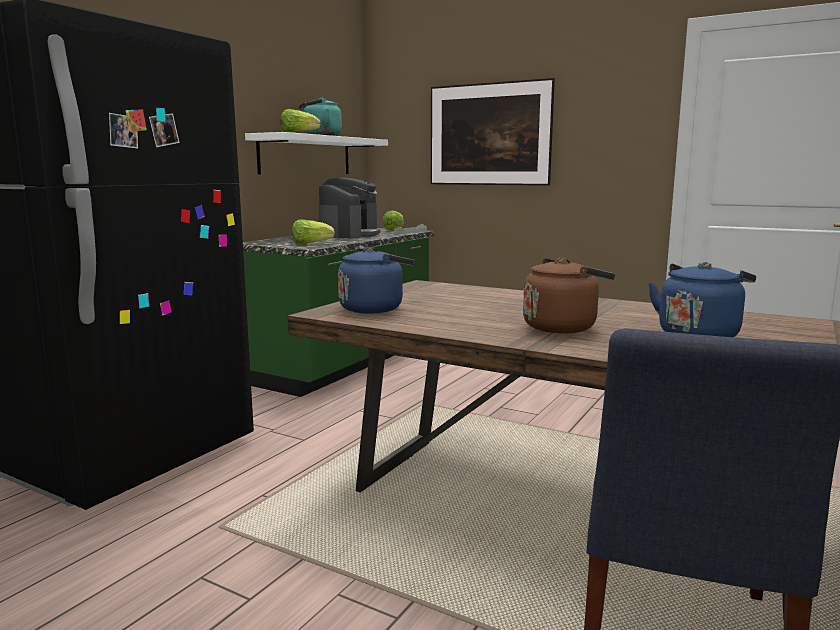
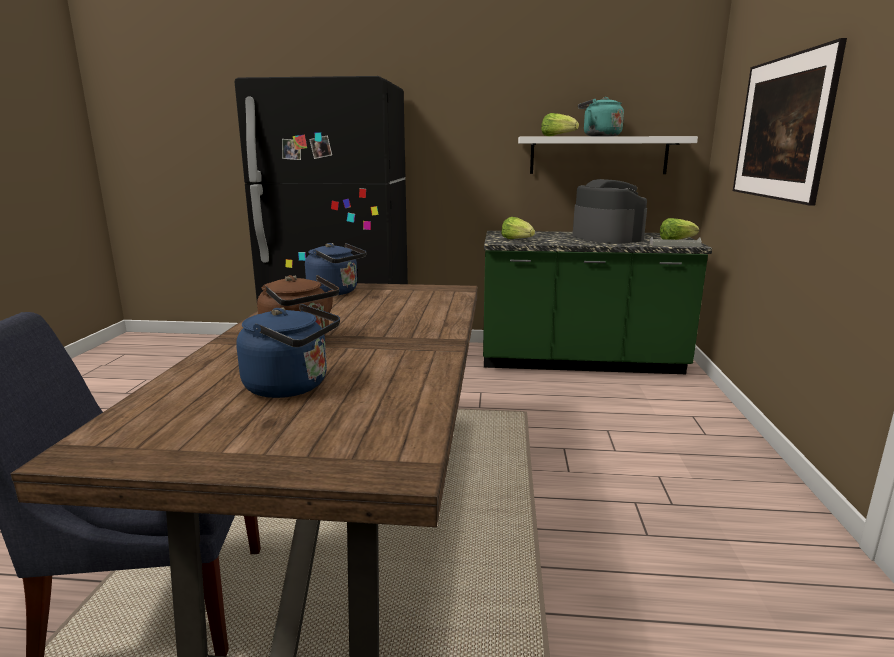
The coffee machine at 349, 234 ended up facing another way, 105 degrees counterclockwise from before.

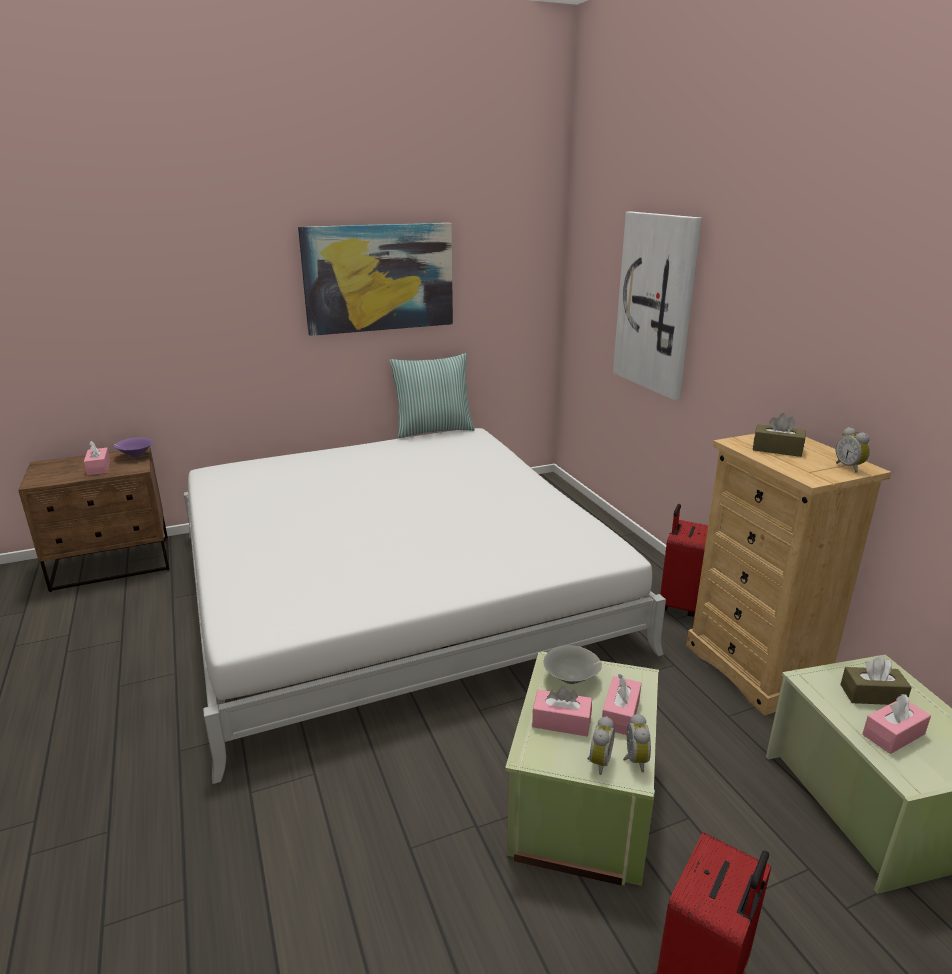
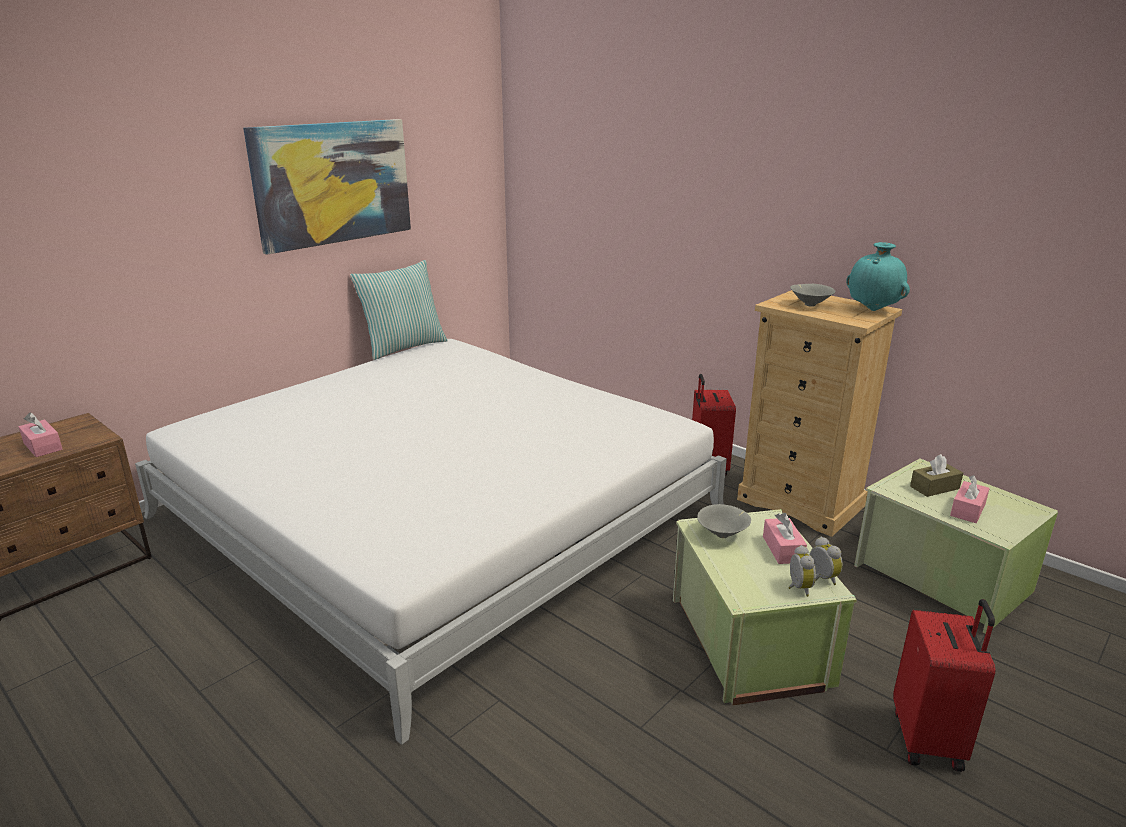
The second view lost the bowl (purple) at 135, 456.
The second view lost the tissue box (pink) at 561, 722.
The second view lost the picture at 656, 303.
Where the tissue box (brown) stood at 777, 449, the bowl (grey) came to stand at 809, 305.
Where the alarm clock stood at 849, 467, the vase (turquoise) came to stand at 873, 310.

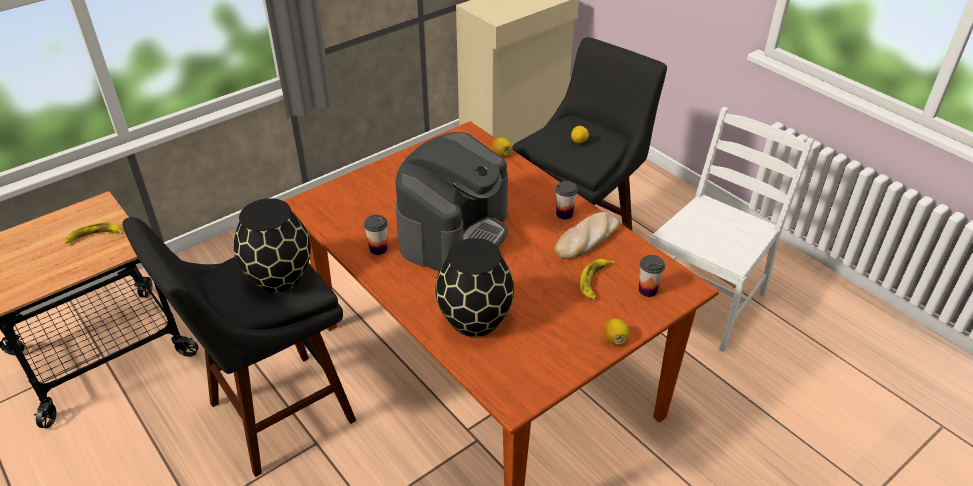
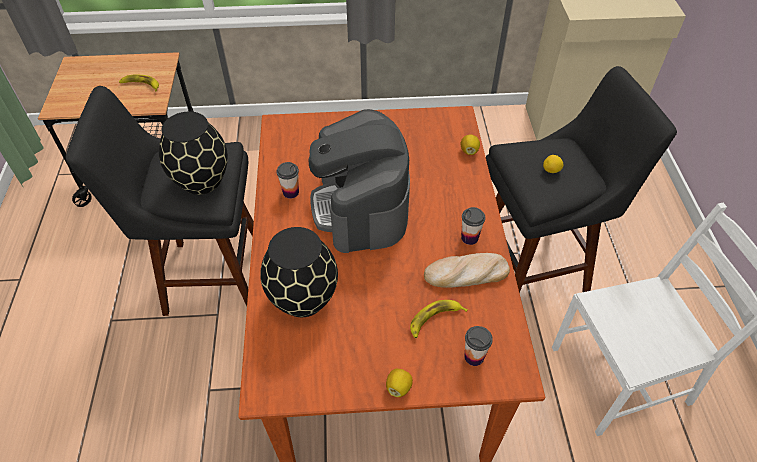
The coffee machine at 454, 232 ended up facing another way, 105 degrees clockwise from before.

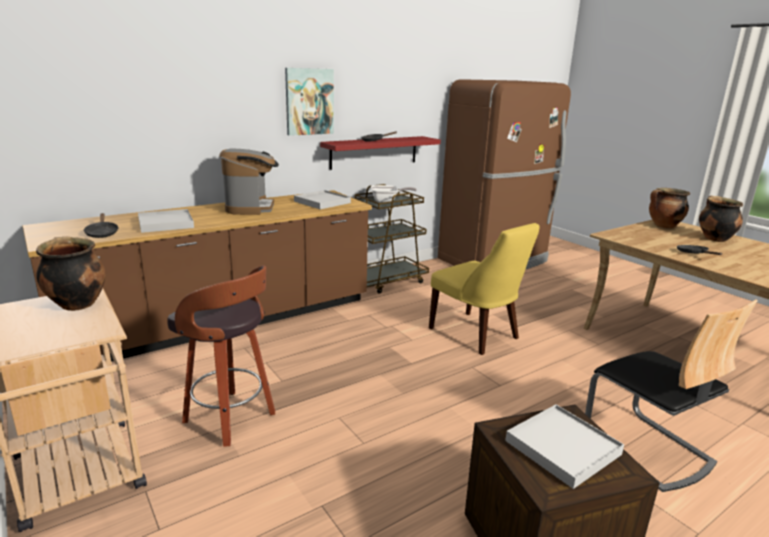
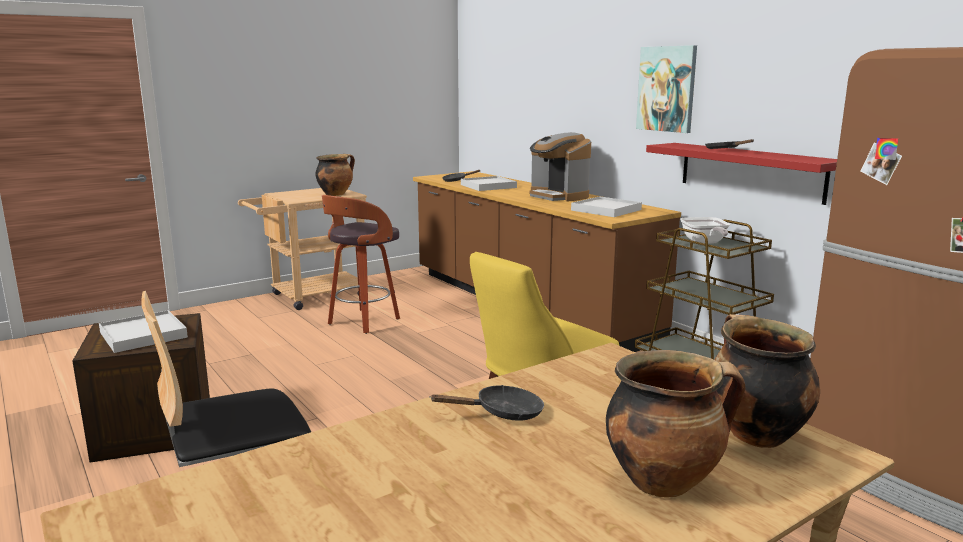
The coffee machine at 250, 208 ended up facing another way, 60 degrees clockwise from before.

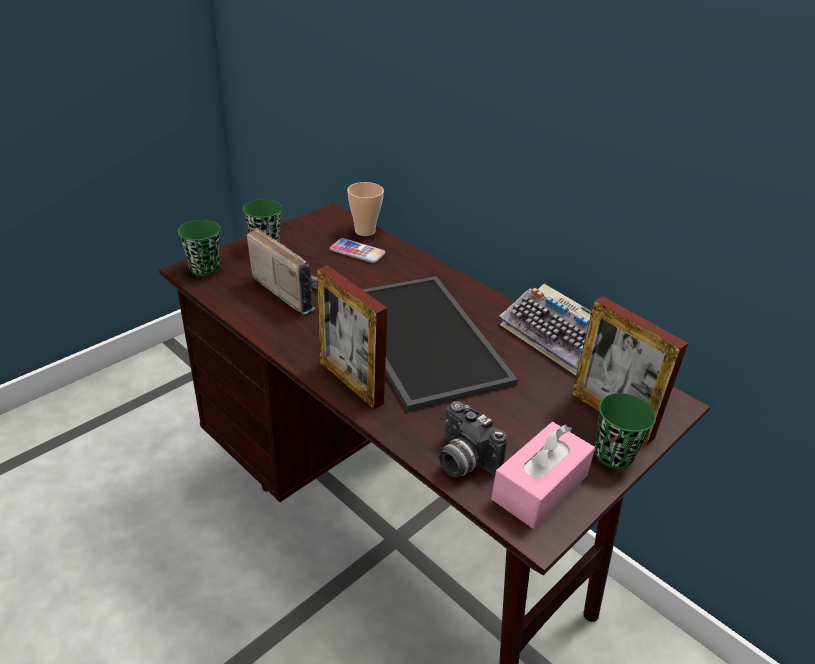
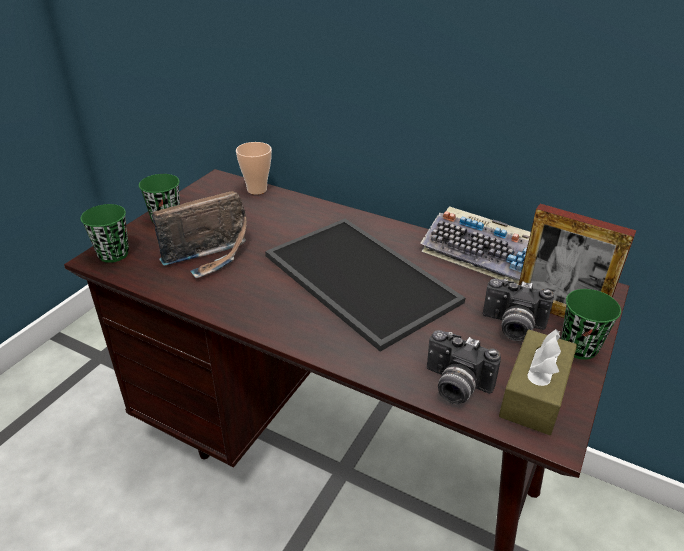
The second view lost the picture frame at 351, 382.
The second view lost the phone at 357, 252.
The second view gained the photo camera at 512, 327.
What was the tissue box (pink) at 540, 487 turned into the tissue box (brown) at 534, 394.
The radio at 291, 289 ended up facing another way, 120 degrees clockwise from before.

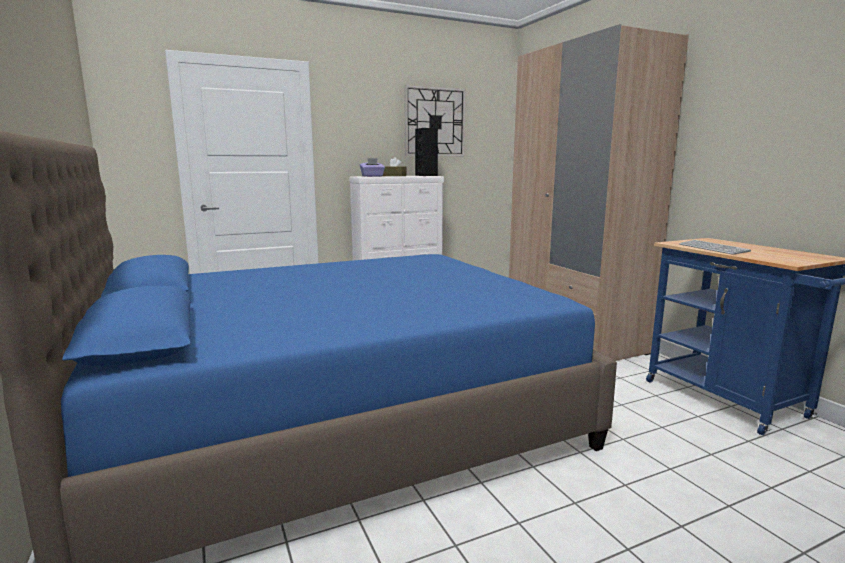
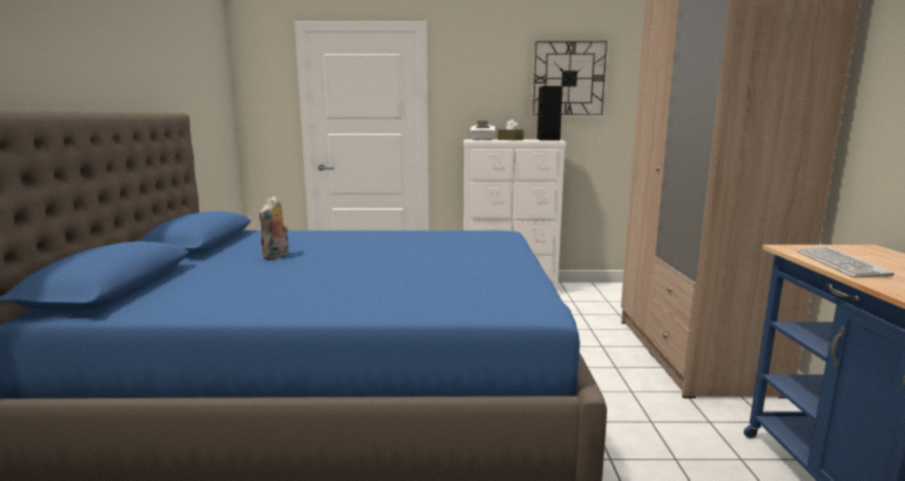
The second view gained the plush toy at 276, 256.
What was the tissue box (purple) at 372, 176 turned into the tissue box (white) at 482, 140.

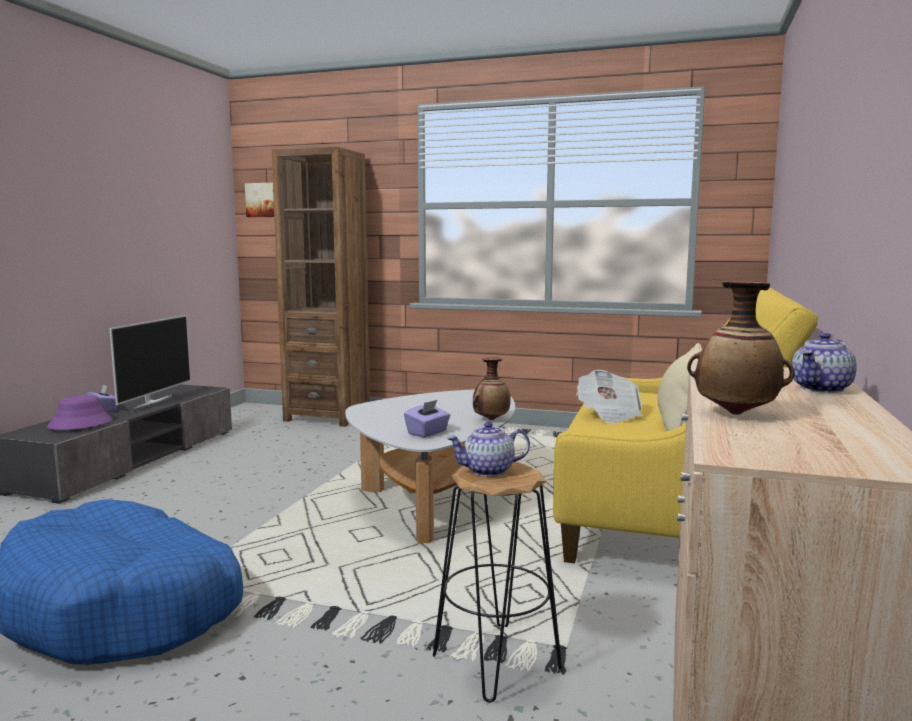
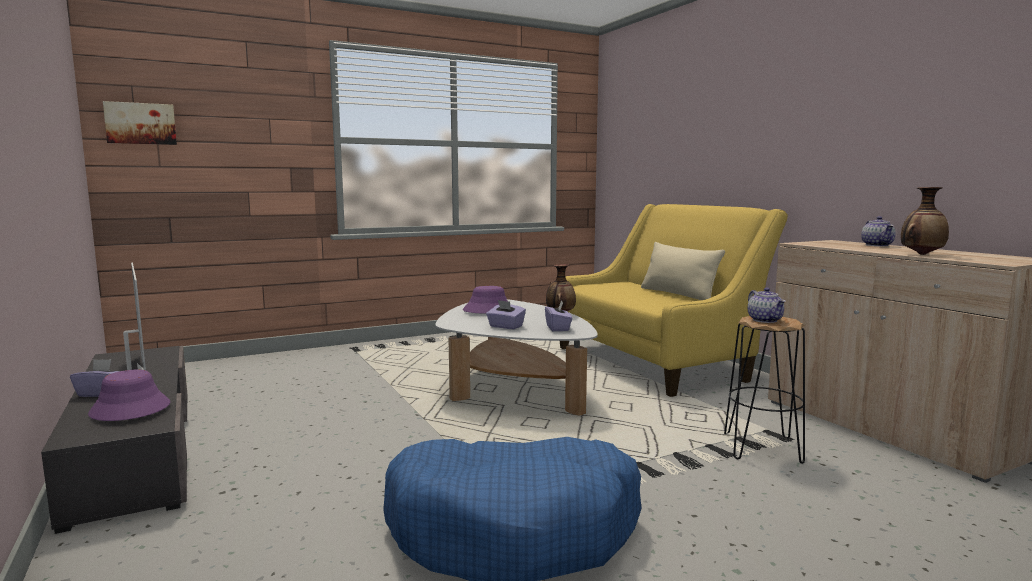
The second view lost the bookcase (brown) at 327, 417.
The second view lost the newspaper at 608, 415.
The second view gained the hat (purple) at 488, 310.
The second view gained the tissue box (purple) at 505, 326.
The teapot at 488, 471 ended up facing another way, 45 degrees counterclockwise from before.

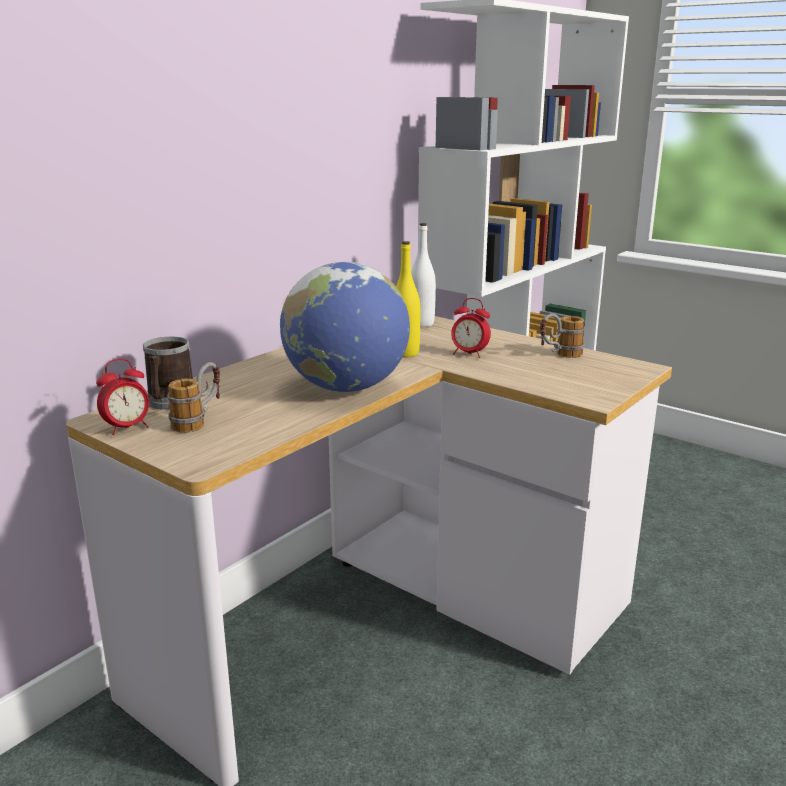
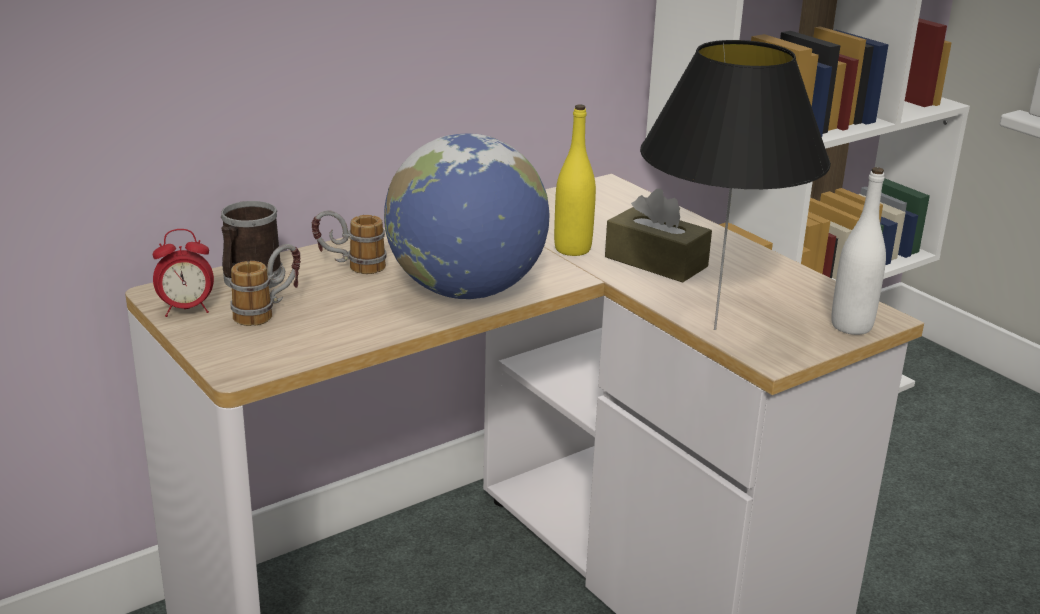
The second view gained the table lamp (black) at 715, 329.
The bottle (white) ended up elsewhere, having gone from 421, 324 to 851, 326.
The mug ended up elsewhere, having gone from 559, 355 to 350, 268.
Where the alarm clock stood at 469, 354, the tissue box (brown) came to stand at 656, 262.

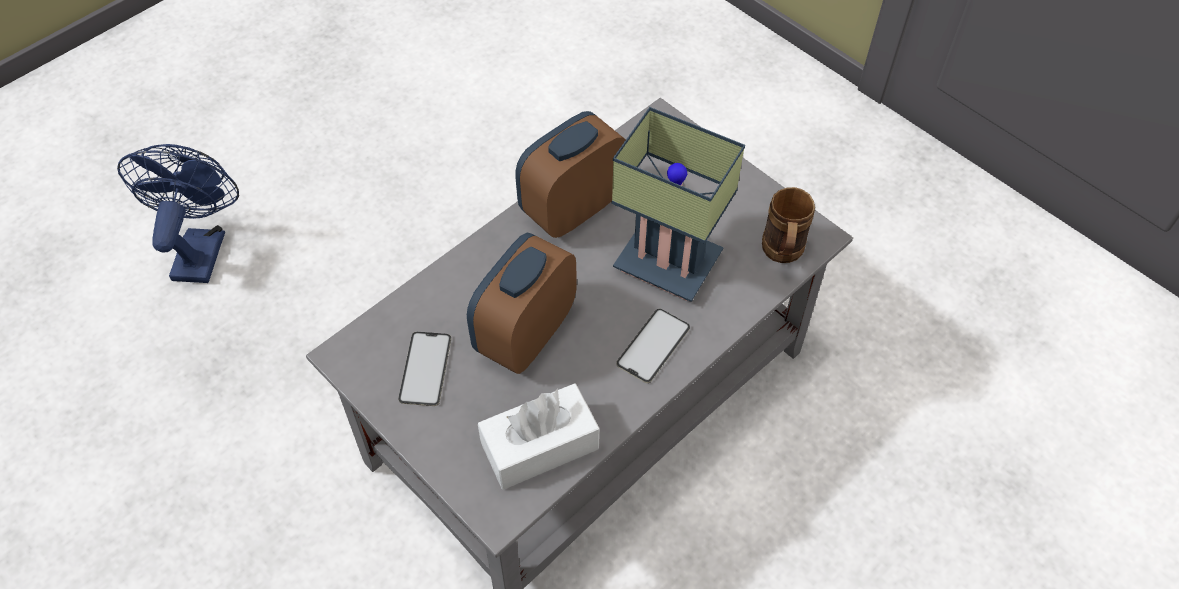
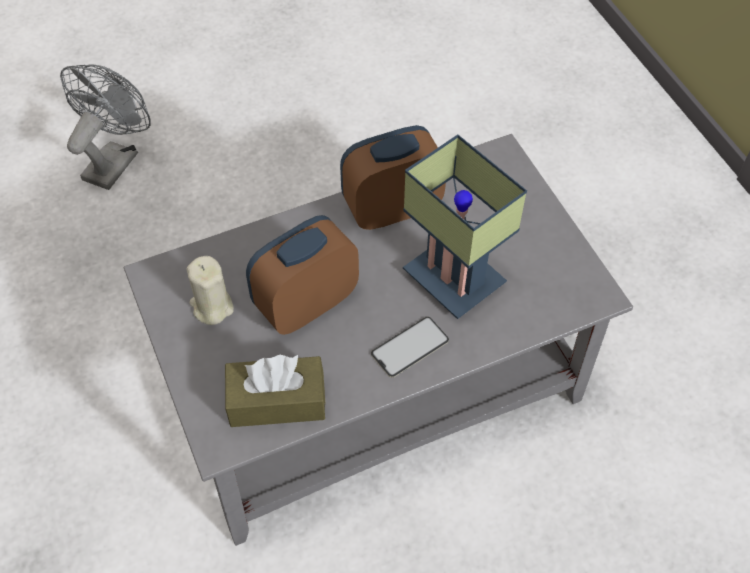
The second view lost the mug (brown) at 781, 255.
Where the phone stood at 425, 369, the candle (beige) came to stand at 212, 307.
What was the fan (blue) at 201, 248 turned into the fan (grey) at 115, 160.
What was the tissue box (white) at 540, 446 turned into the tissue box (brown) at 277, 401.

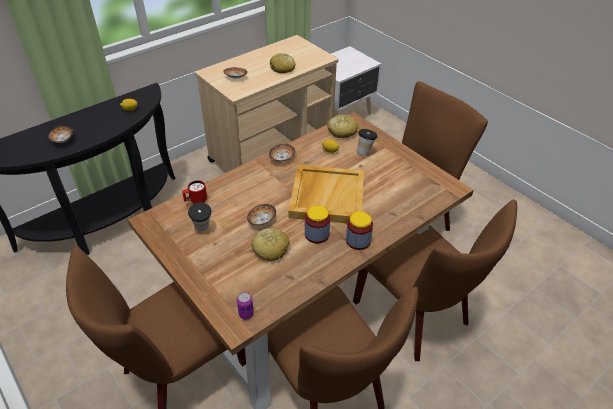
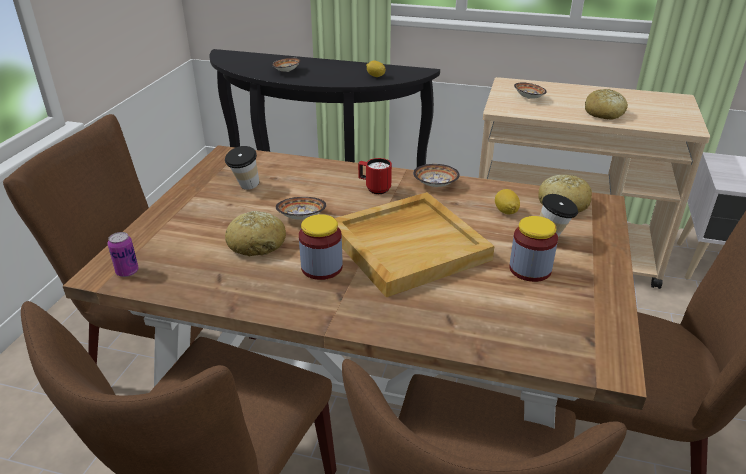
The mug (red) ended up elsewhere, having gone from 196, 201 to 374, 188.
The jar ended up elsewhere, having gone from 358, 241 to 530, 269.

